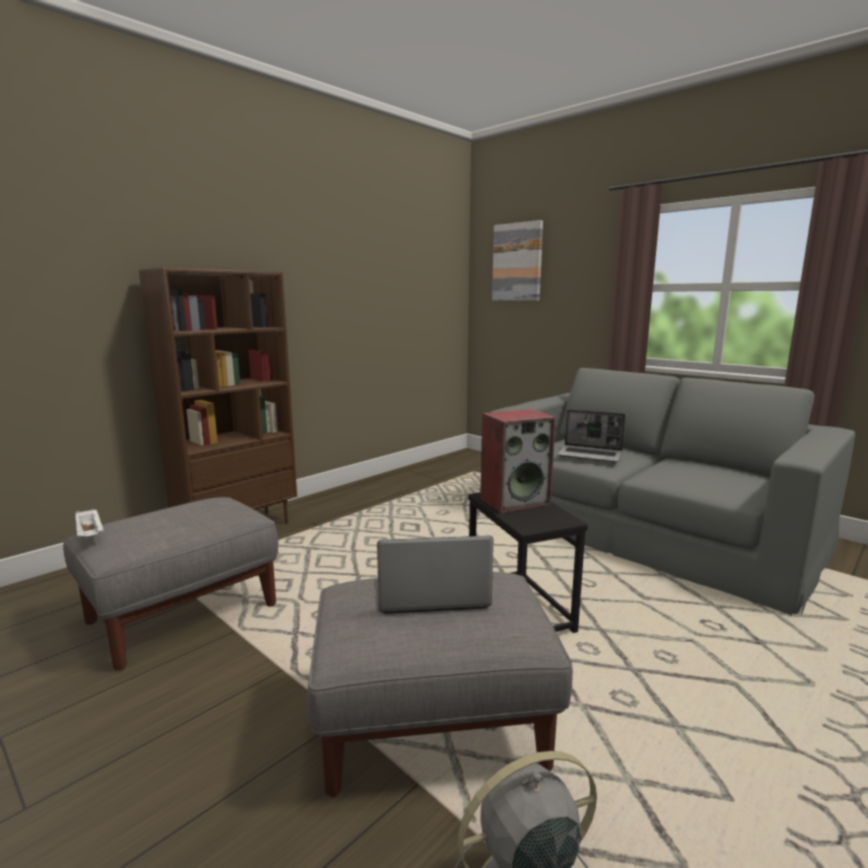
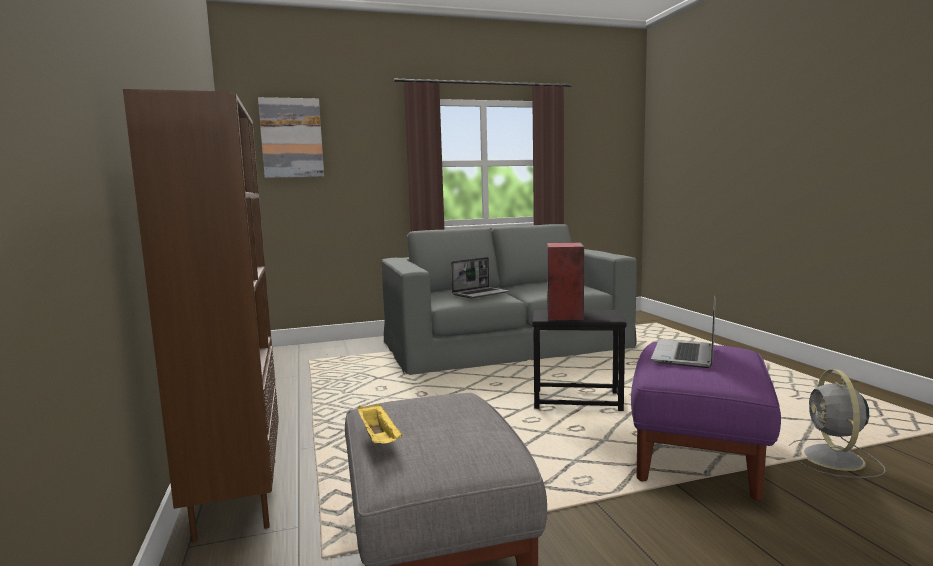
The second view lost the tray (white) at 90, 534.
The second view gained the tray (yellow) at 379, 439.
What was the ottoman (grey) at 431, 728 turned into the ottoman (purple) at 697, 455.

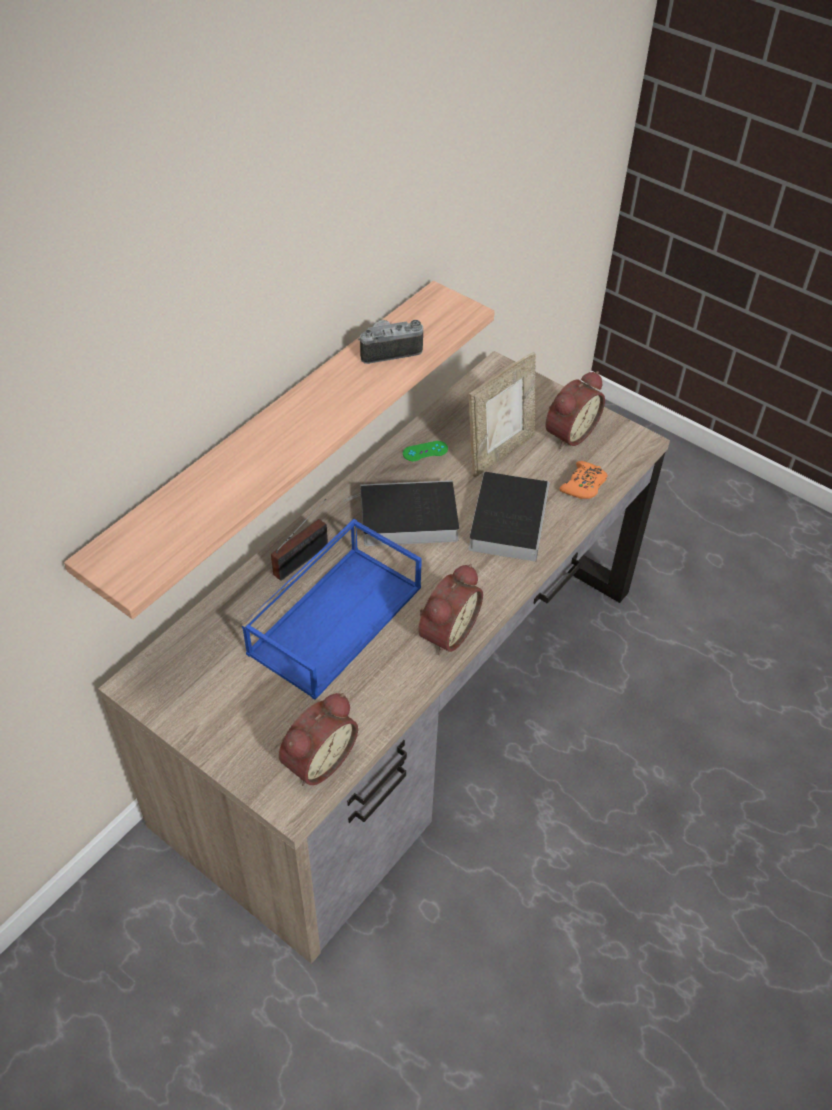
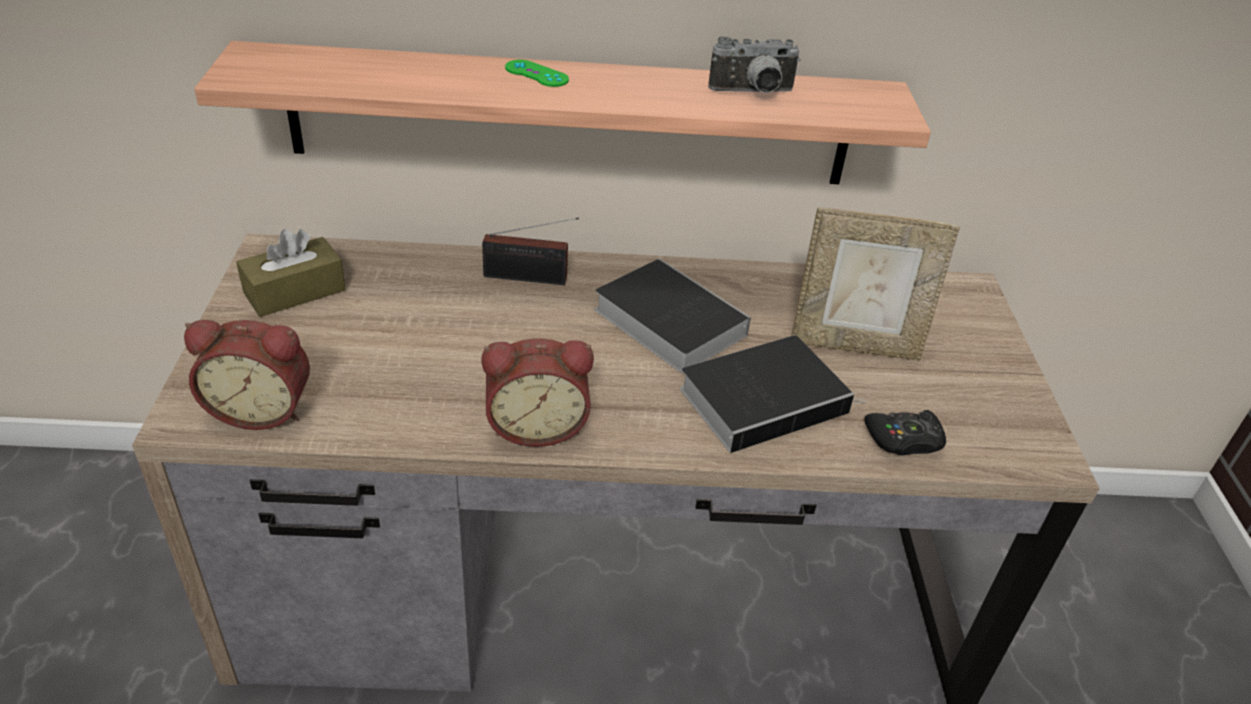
The second view lost the tray (blue) at 335, 618.
The second view lost the alarm clock at 568, 433.
The second view gained the tissue box (brown) at 295, 291.
The game controller (green) ended up elsewhere, having gone from 425, 451 to 536, 74.
What was the game controller (orange) at 583, 485 turned into the game controller (black) at 904, 440.
The photo camera at 389, 350 ended up facing another way, 135 degrees clockwise from before.

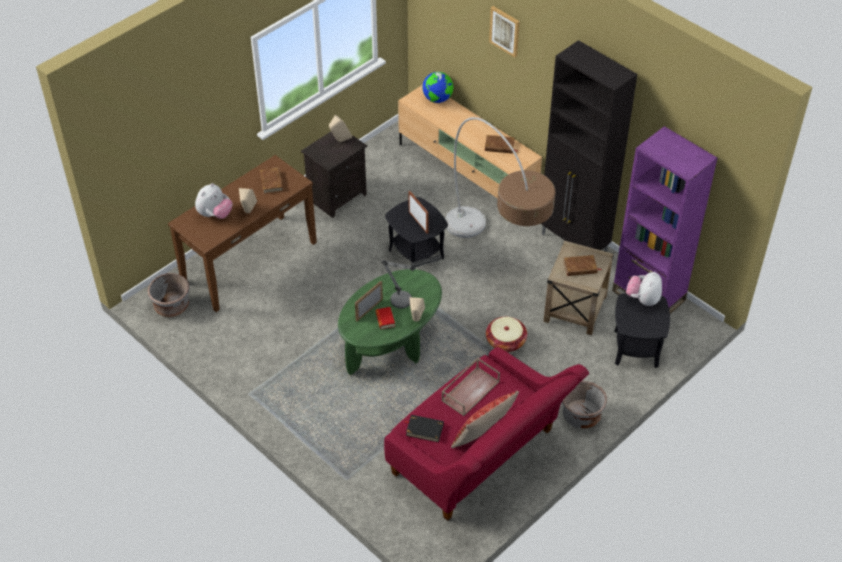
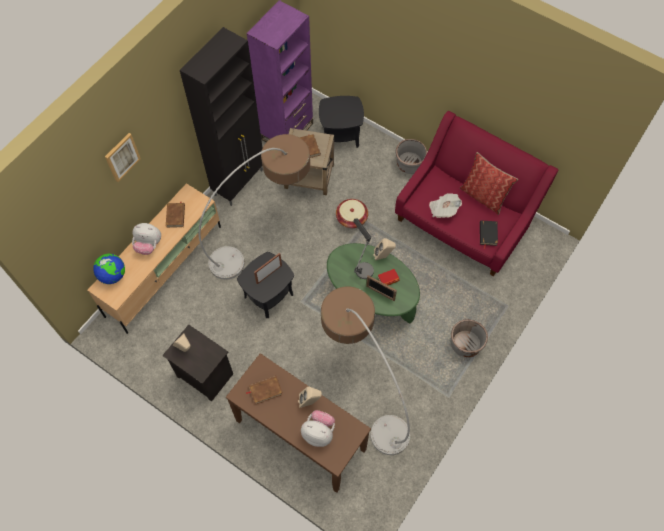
The second view gained the floor lamp at 363, 388.
The planter (grey) ended up elsewhere, having gone from 172, 306 to 465, 344.
The plush toy ended up elsewhere, having gone from 643, 299 to 148, 245.
Where the tray (brown) stood at 470, 390, the newspaper came to stand at 443, 209.

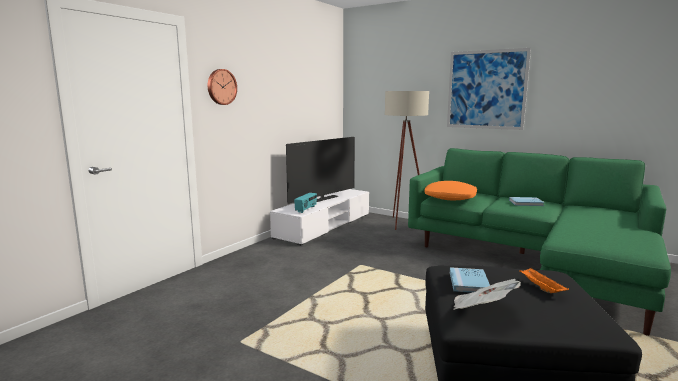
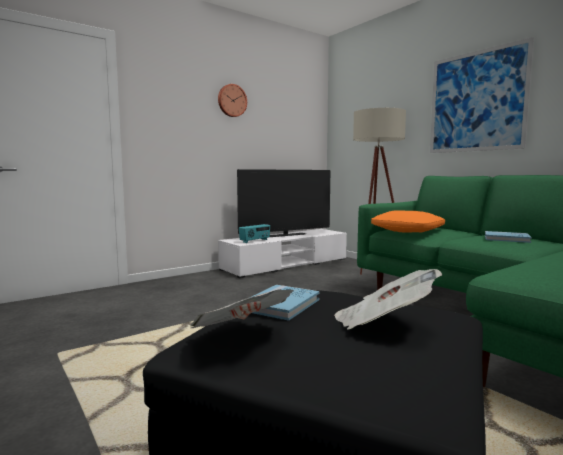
The wall clock ended up elsewhere, having gone from 221, 87 to 231, 100.
Where the tray (orange) stood at 540, 288, the newspaper came to stand at 382, 324.

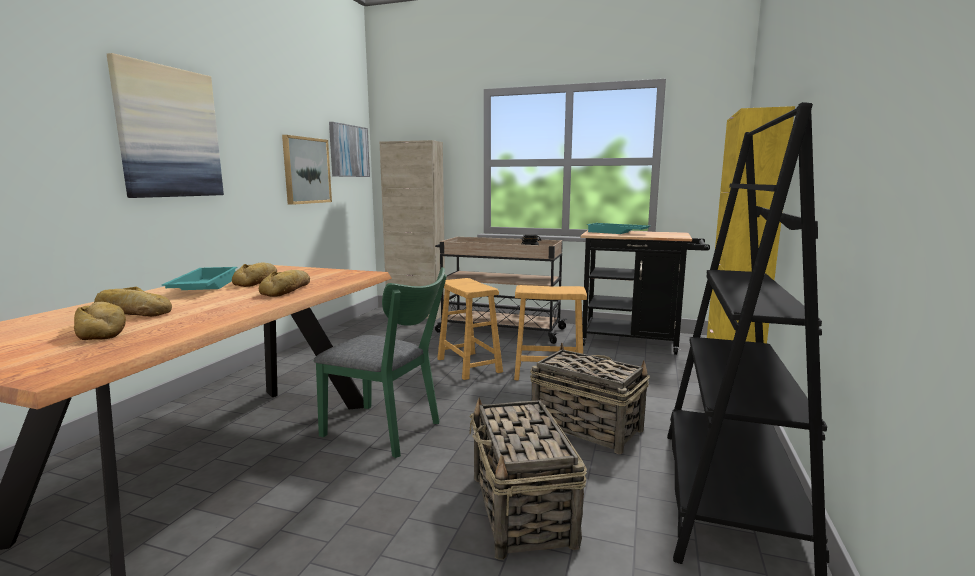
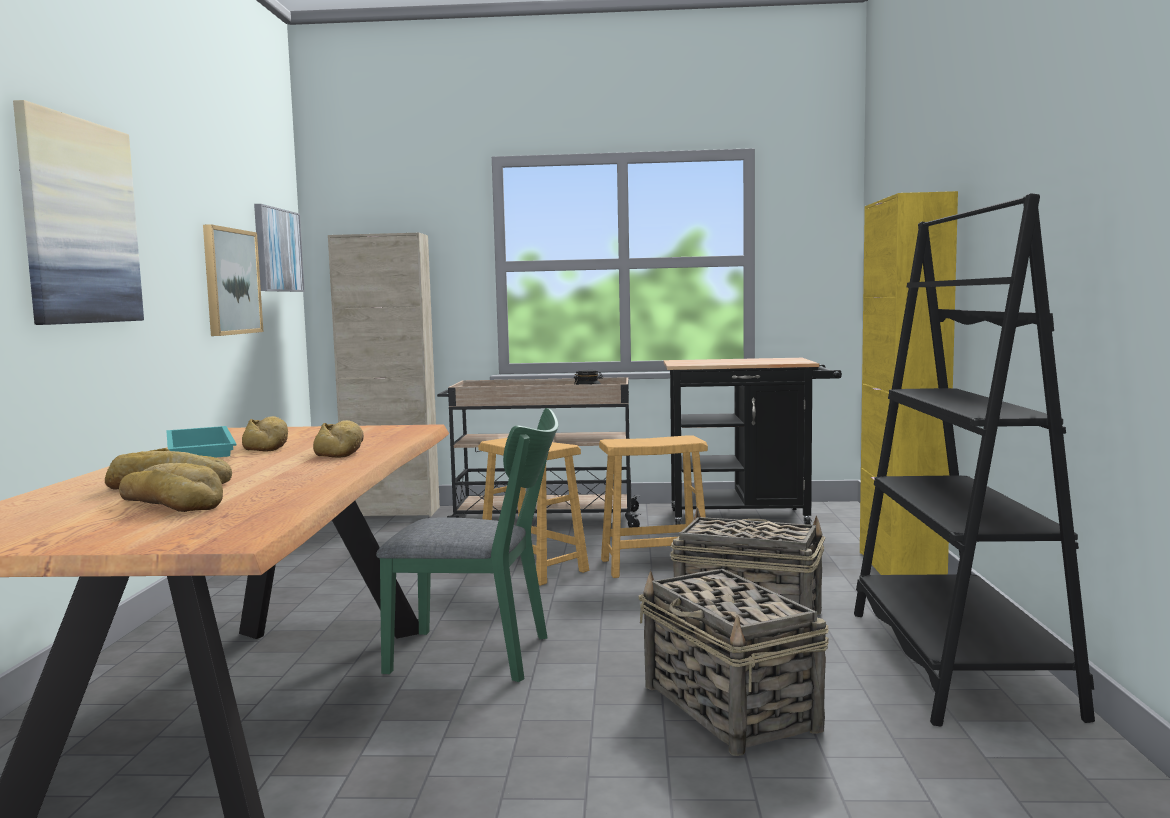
The second view lost the tray (turquoise) at 616, 232.

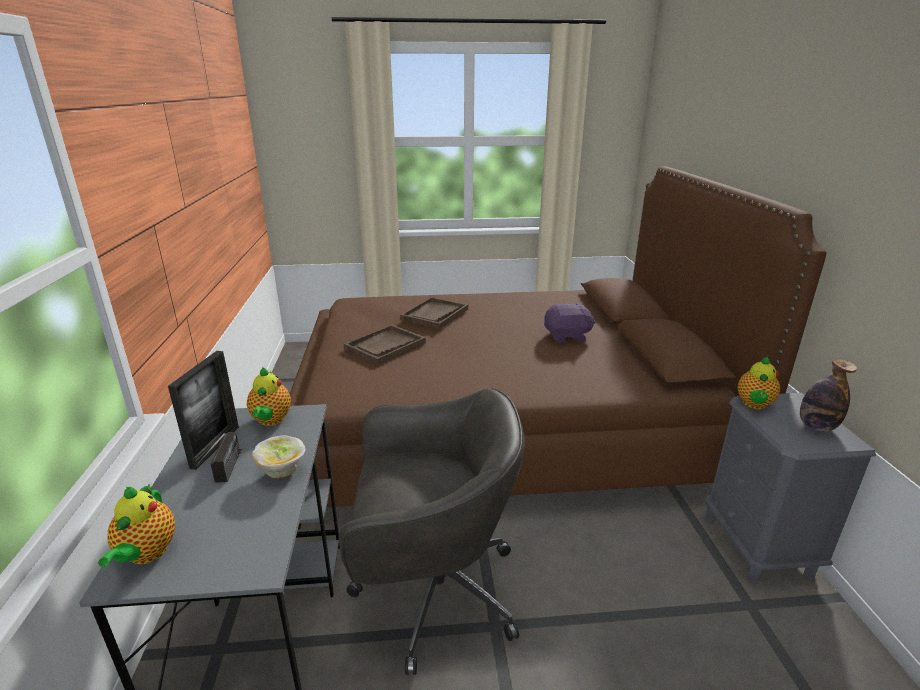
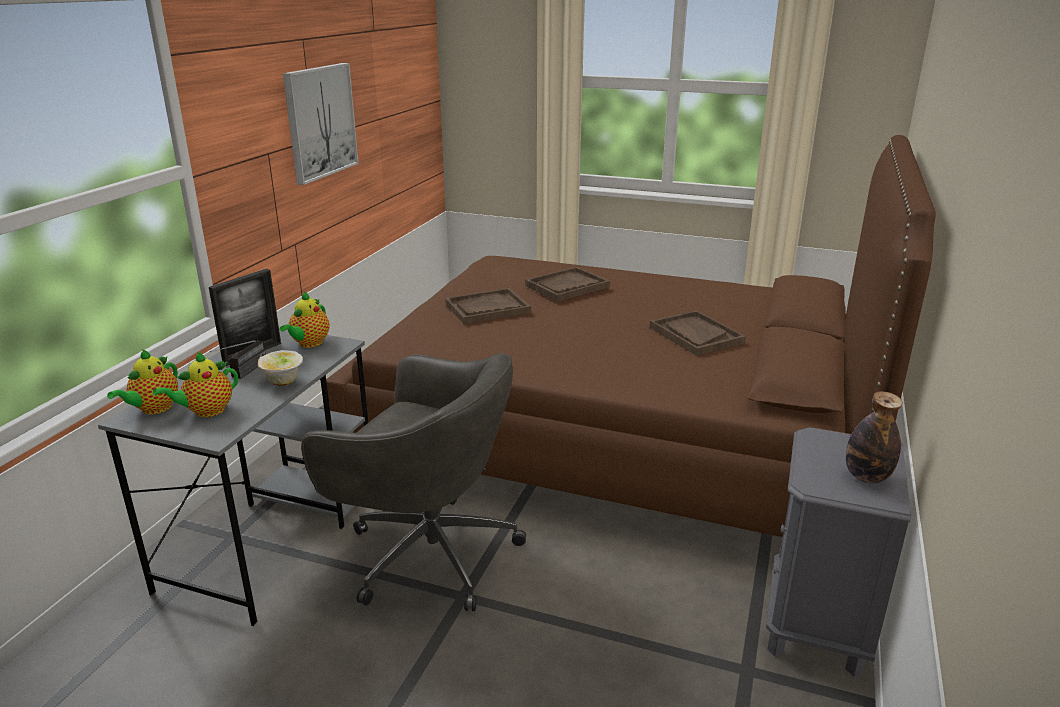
The second view gained the picture at 320, 122.
The teapot ended up elsewhere, having gone from 754, 404 to 206, 411.
Where the plush toy (purple) stood at 567, 337, the tray (brown) came to stand at 695, 335.

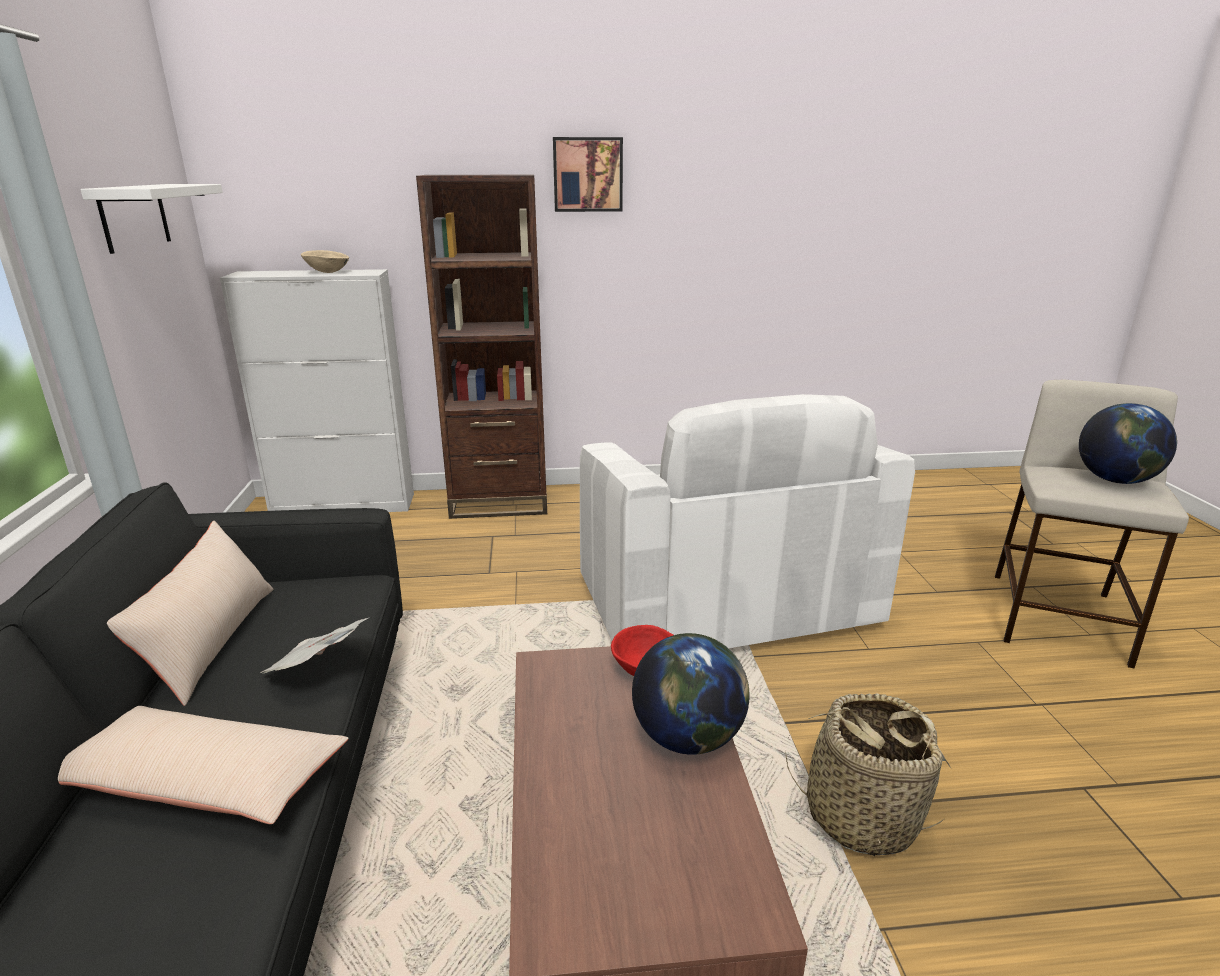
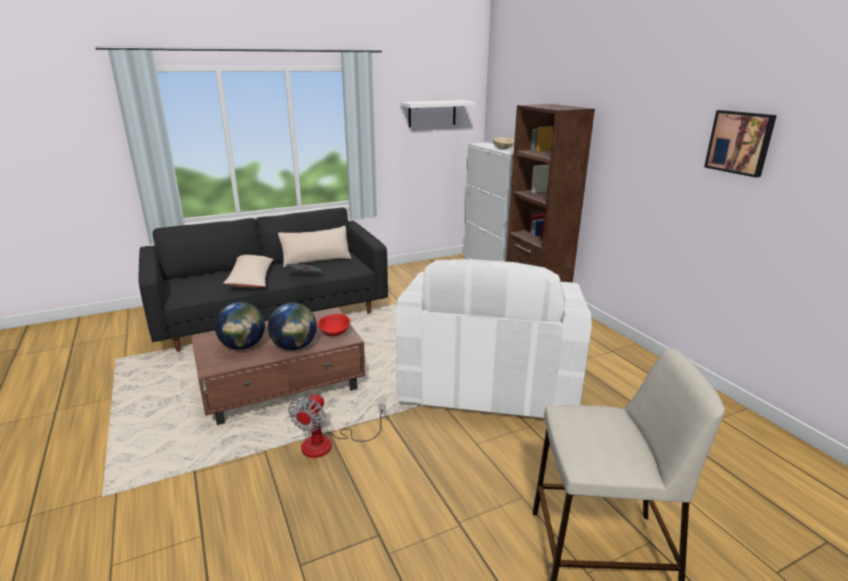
The picture ended up elsewhere, having gone from 587, 174 to 740, 142.
The globe ended up elsewhere, having gone from 1115, 480 to 243, 346.
Where the basket stood at 861, 815, the fan came to stand at 328, 444.
The armchair (white) at 723, 603 ended up facing another way, 45 degrees counterclockwise from before.

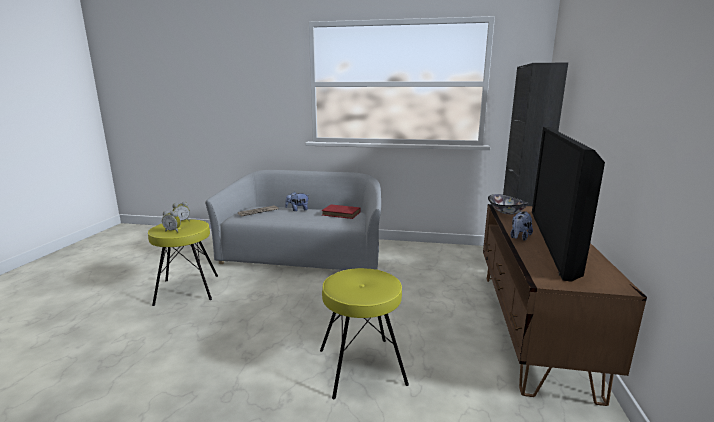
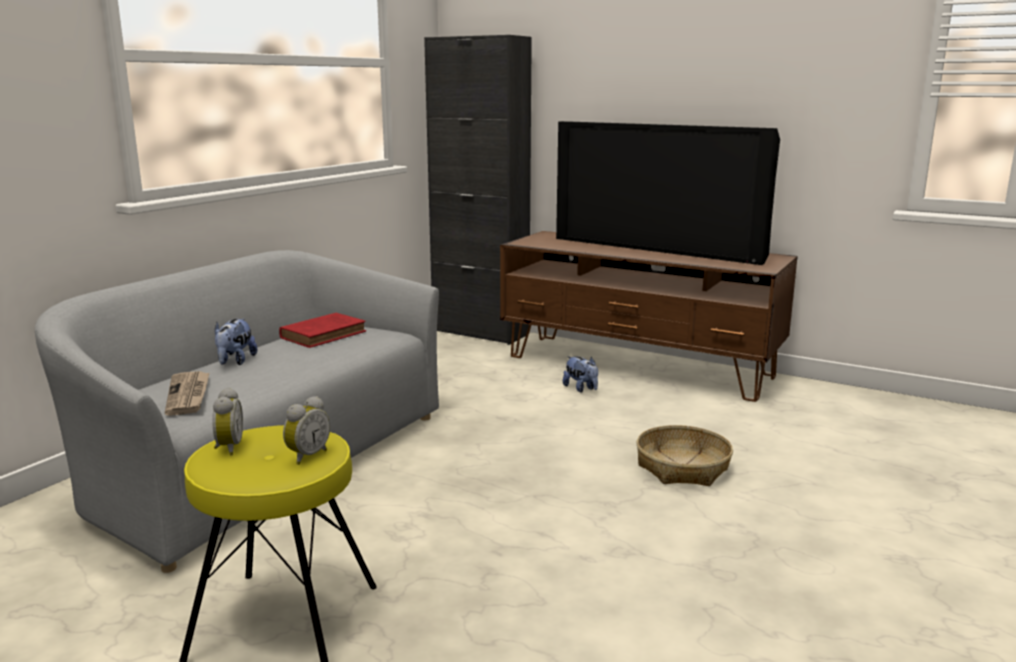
The second view lost the bowl at 507, 212.
The plush toy ended up elsewhere, having gone from 519, 237 to 581, 388.
Where the stool (yellow) stood at 362, 366, the basket came to stand at 682, 467.

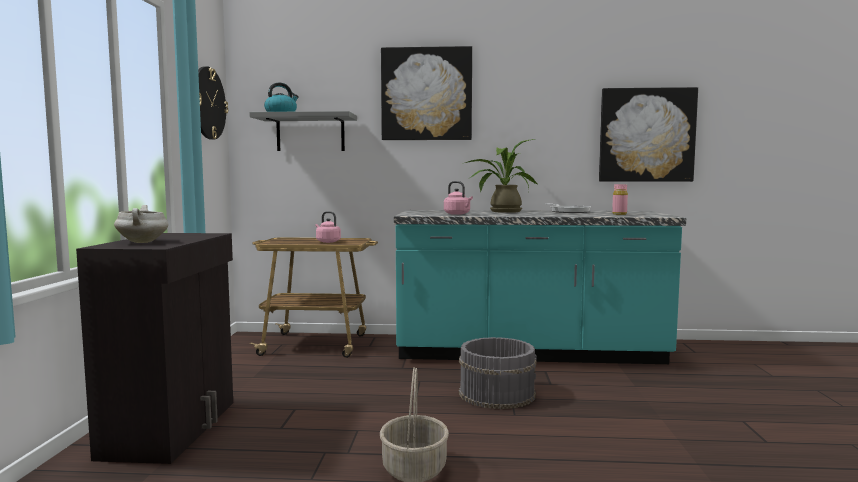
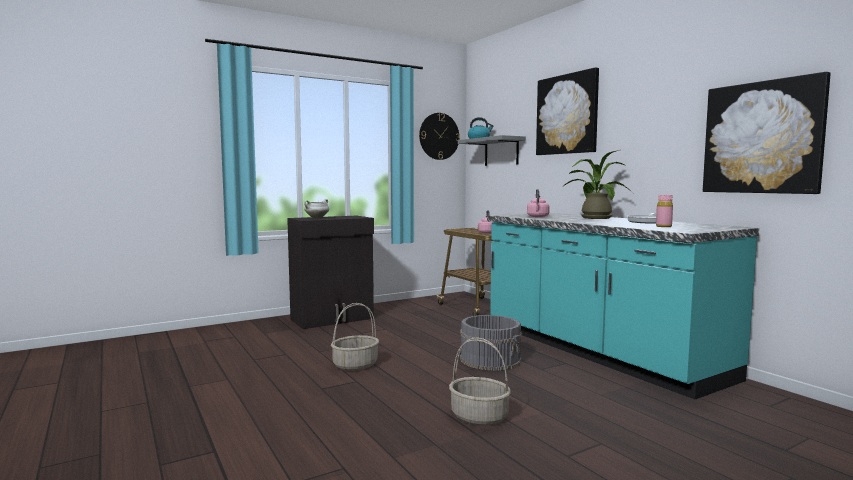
The second view gained the basket at 479, 416.

